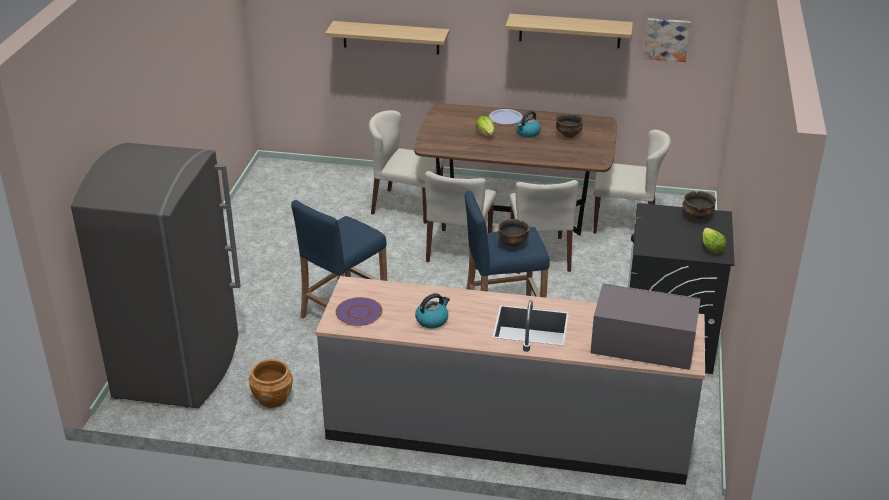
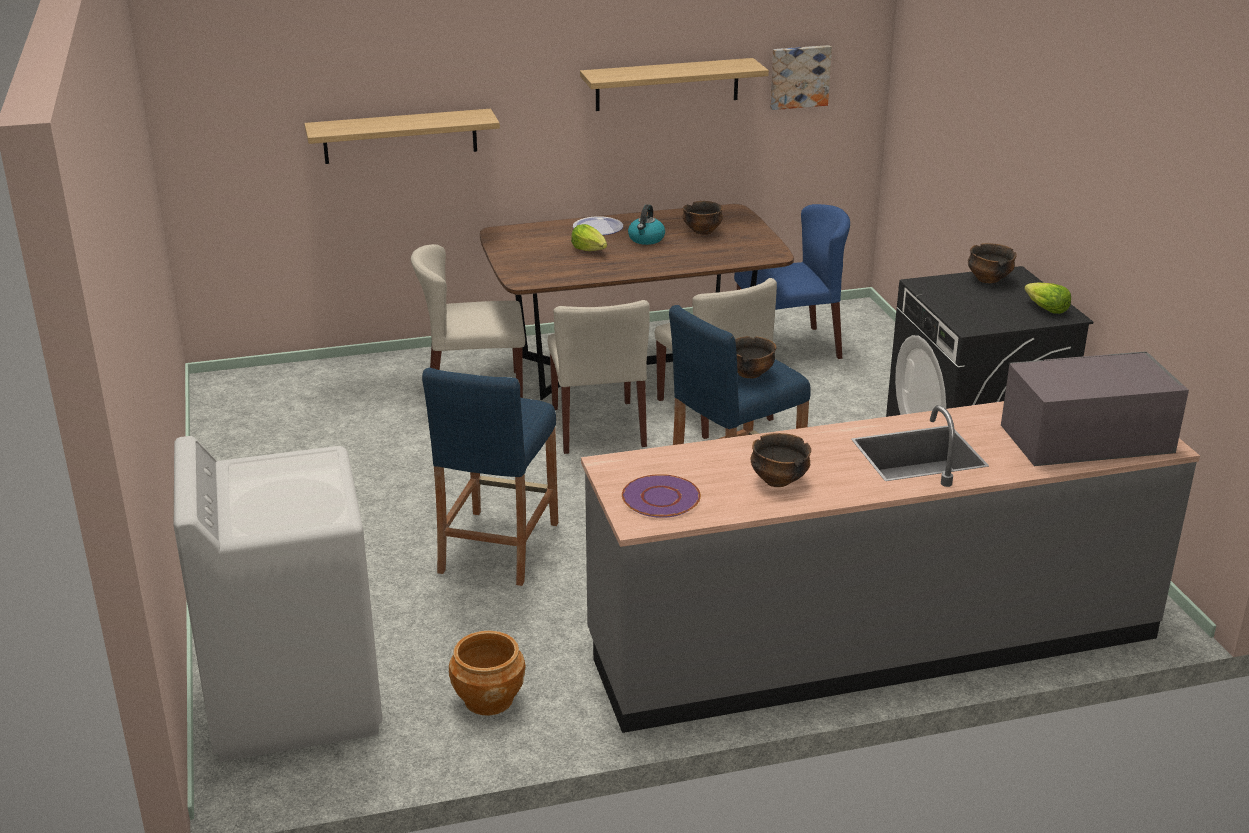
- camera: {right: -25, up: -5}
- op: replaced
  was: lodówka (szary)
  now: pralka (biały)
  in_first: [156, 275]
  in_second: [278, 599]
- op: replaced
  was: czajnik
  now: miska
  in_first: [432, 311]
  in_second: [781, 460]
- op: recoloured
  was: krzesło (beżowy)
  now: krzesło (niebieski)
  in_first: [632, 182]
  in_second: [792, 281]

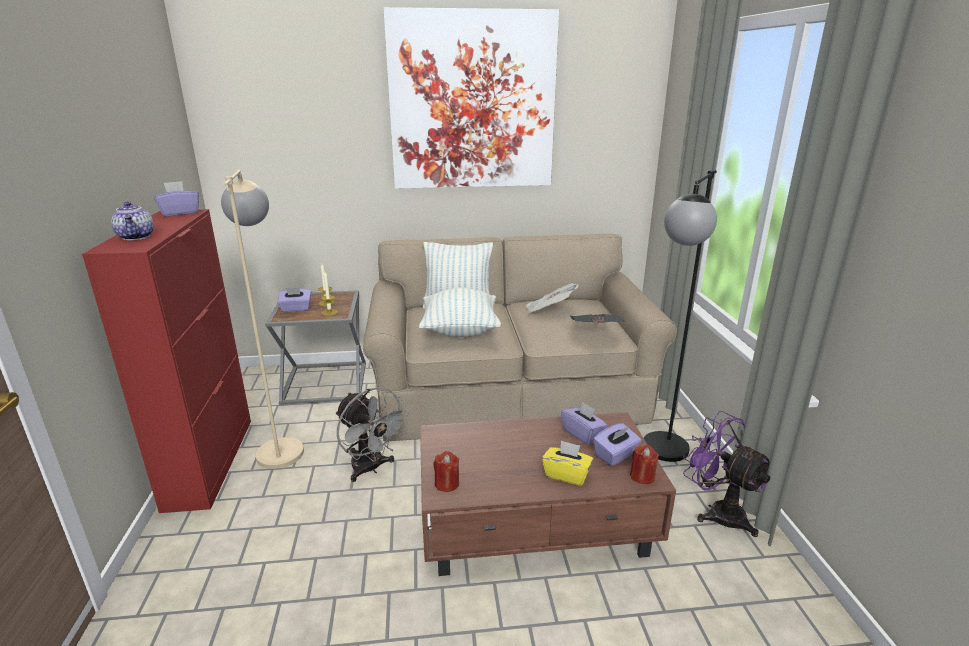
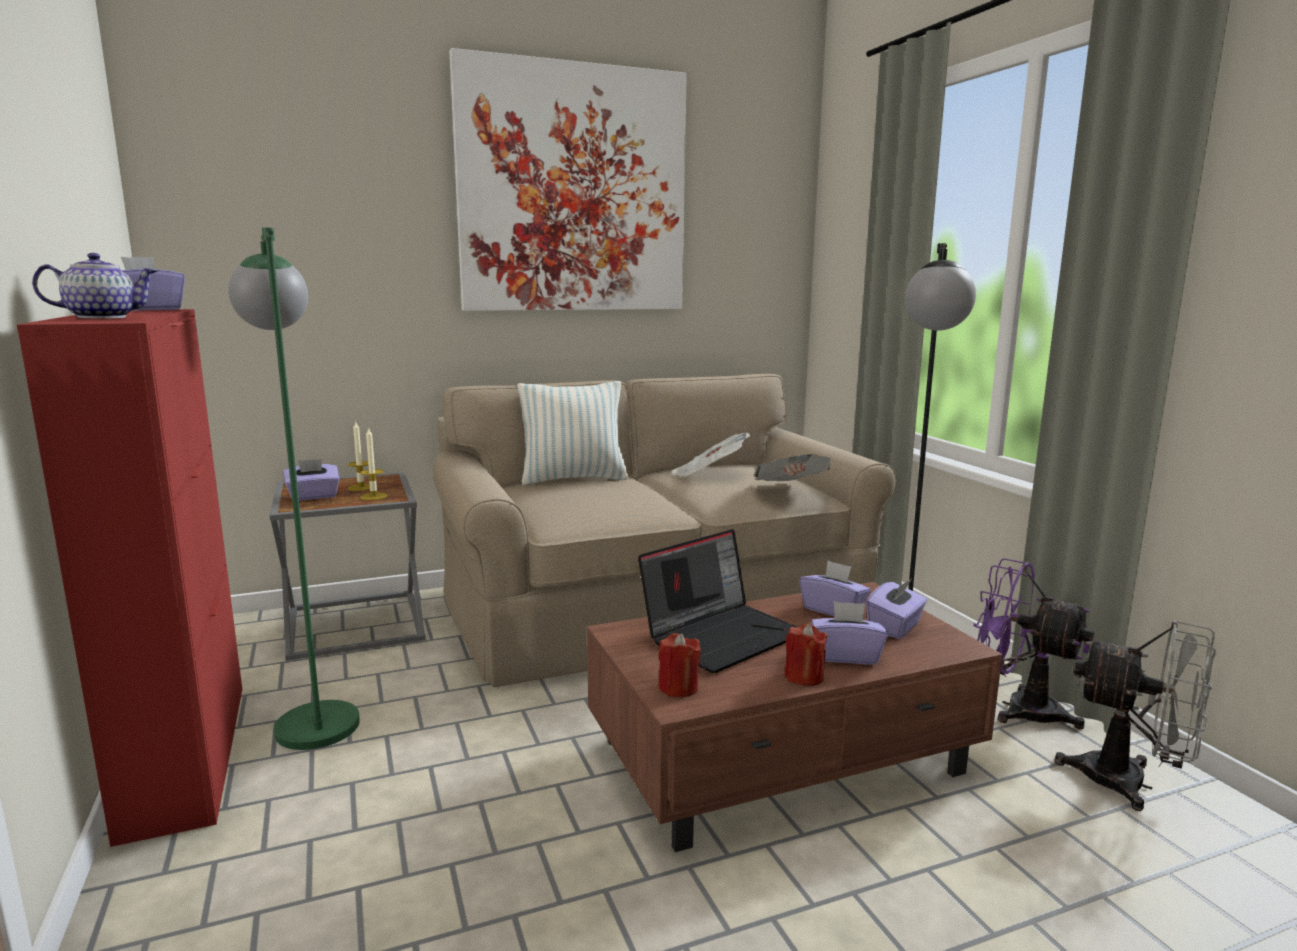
- camera: {right: -15, up: -10}
- op: turned
  was: imbryk
  in_first: [132, 221]
  in_second: [94, 286]
  clockwise: -75
- op: recoloured
  was: lampa stojąca (beżowy)
  now: lampa stojąca (zielony)
  in_first: [262, 319]
  in_second: [294, 488]
- op: moved
  was: wentylator (szary)
  in_first: [372, 434]
  in_second: [1135, 715]
- op: removed
  was: poduszka
  in_first: [460, 312]
- op: recoloured
  was: pudełko chusteczek (żółty)
  now: pudełko chusteczek (fioletowy)
  in_first: [567, 463]
  in_second: [849, 633]
- op: moved
  was: świeca (czerwony)
  in_first: [644, 464]
  in_second: [806, 655]
- op: added
  now: laptop
  in_second: [717, 601]

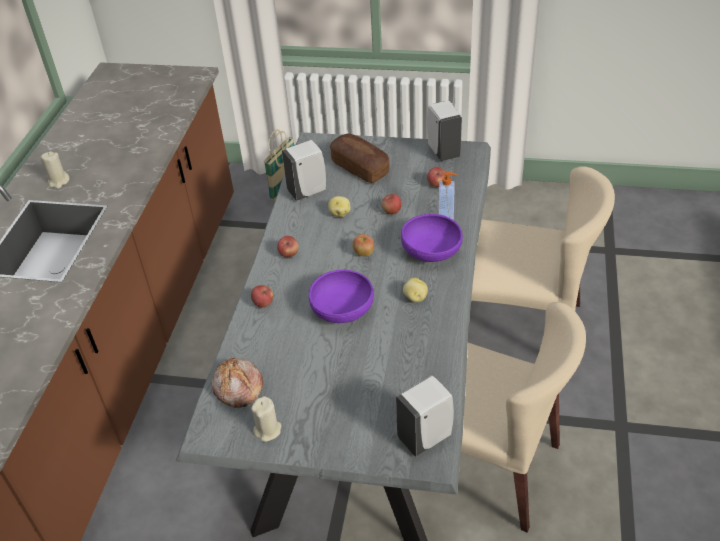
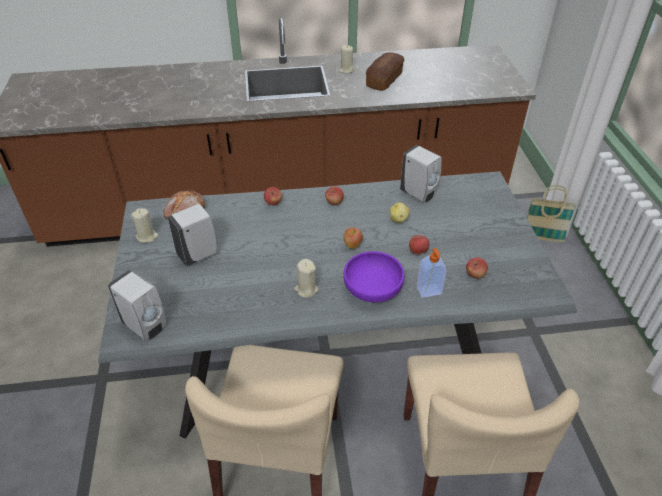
- camera: {right: 70, up: 0}
- op: removed
  was: miska (fioletowy)
  in_first: [341, 296]
- op: moved
  was: chleb
  in_first: [360, 158]
  in_second: [385, 71]
- op: replaced
  was: ziemniak
  now: świeca (beżowy)
  in_first: [415, 290]
  in_second: [306, 278]
- op: moved
  was: dozownik mydła (biały)
  in_first: [444, 131]
  in_second: [192, 234]

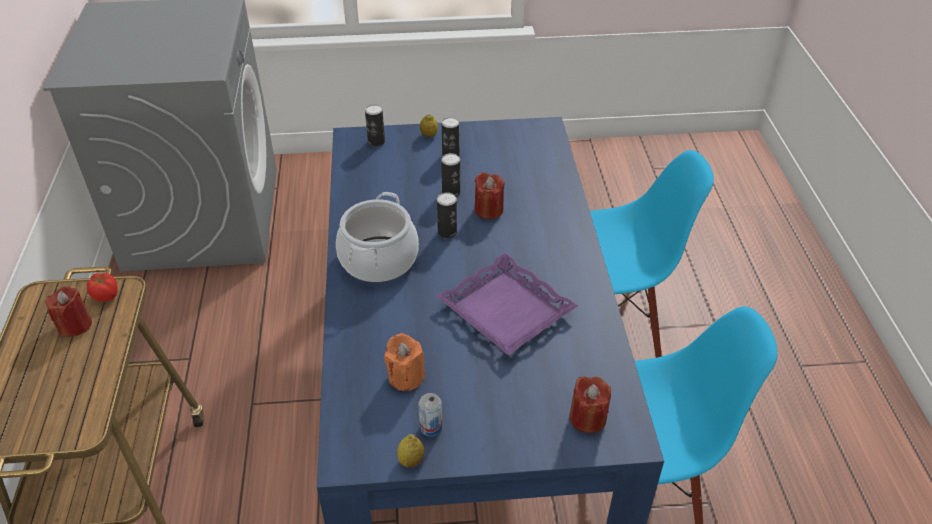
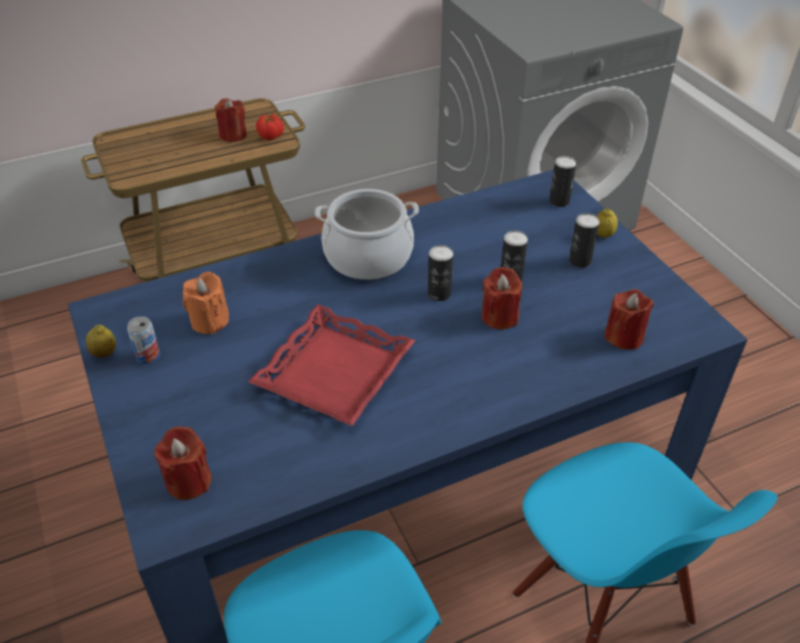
- camera: {right: 70, up: 0}
- op: recoloured
  was: taca (fioletowy)
  now: taca (czerwony)
  in_first: [507, 304]
  in_second: [331, 365]
- op: added
  now: świeca (czerwony)
  in_second: [629, 319]

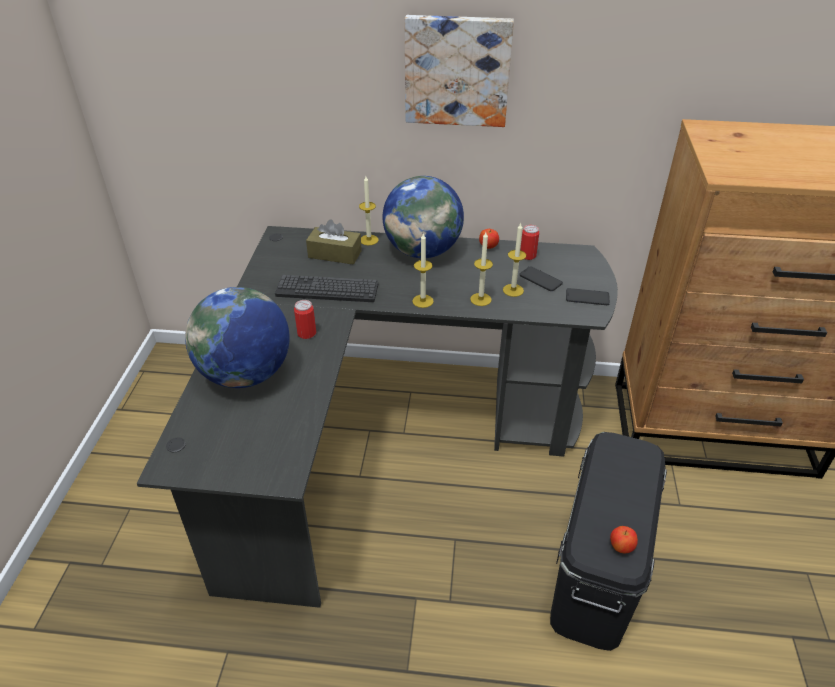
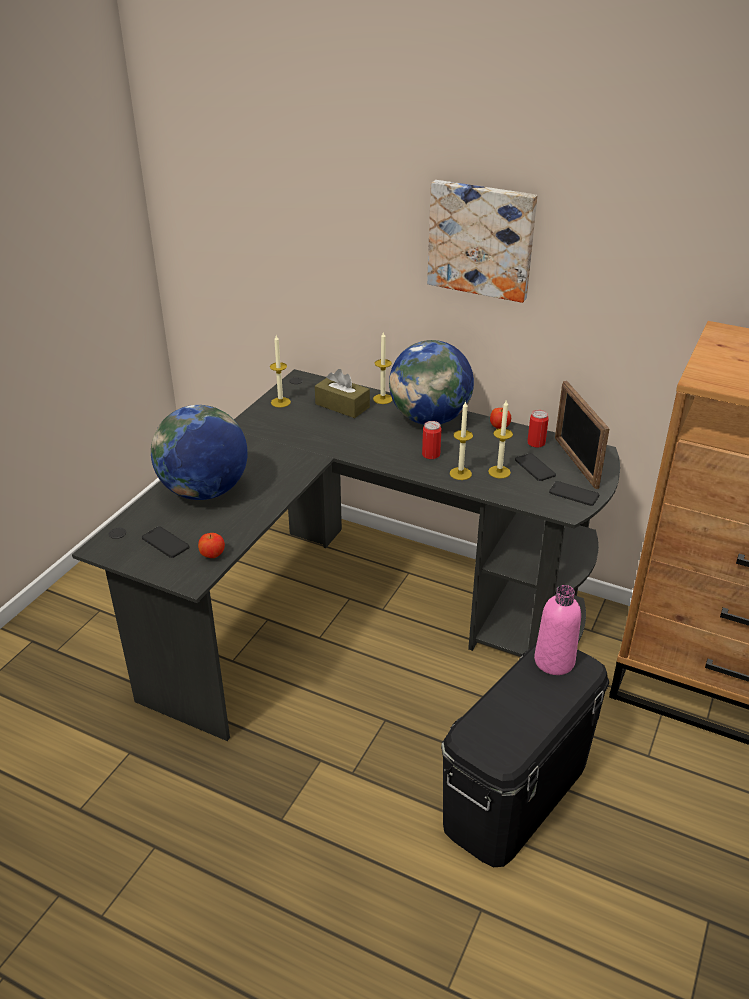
- camera: {right: 20, up: -5}
- op: removed
  was: klawiatura
  in_first: [326, 288]
- op: moved
  was: puszka
  in_first: [305, 319]
  in_second: [432, 440]
- op: moved
  was: świeca
  in_first: [423, 270]
  in_second: [280, 371]
- op: moved
  was: jabłko
  in_first: [624, 539]
  in_second: [211, 545]
- op: added
  now: telefon
  in_second: [166, 542]
- op: added
  now: butelka (różowy)
  in_second: [557, 630]
- op: added
  now: ramka na zdjęcie
  in_second: [582, 435]

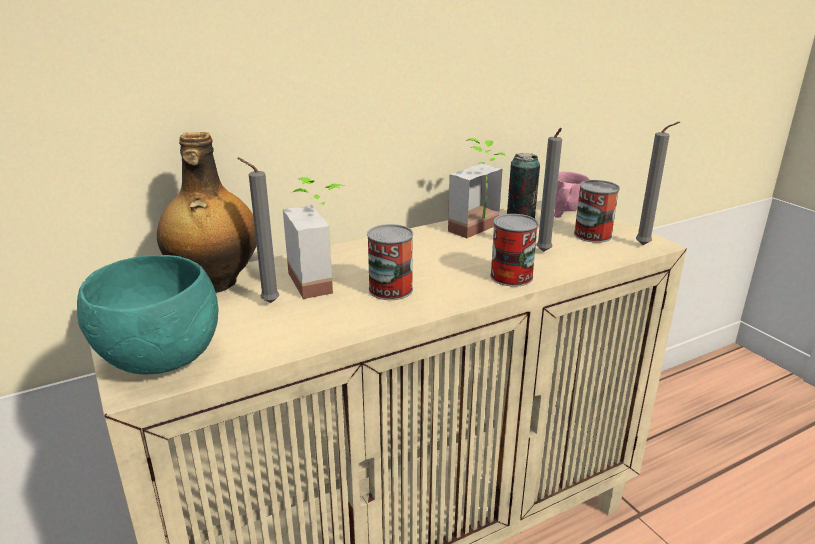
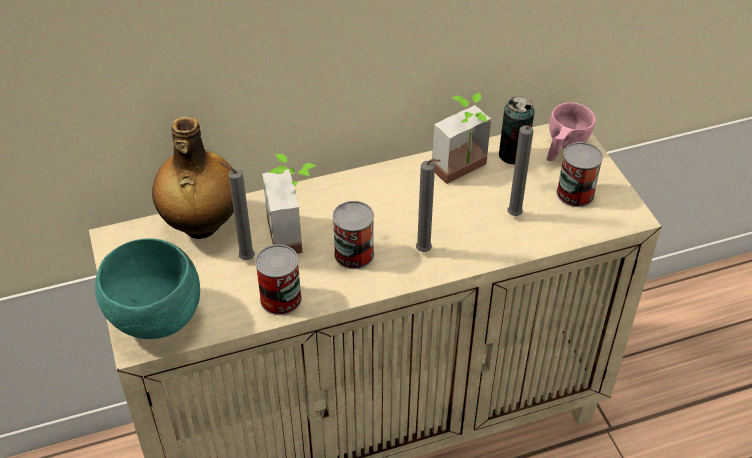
- camera: {right: 10, up: 20}
- op: moved
  was: puszka
  in_first: [514, 250]
  in_second: [278, 280]
- op: moved
  was: świeca (szary)
  in_first: [658, 183]
  in_second: [428, 205]

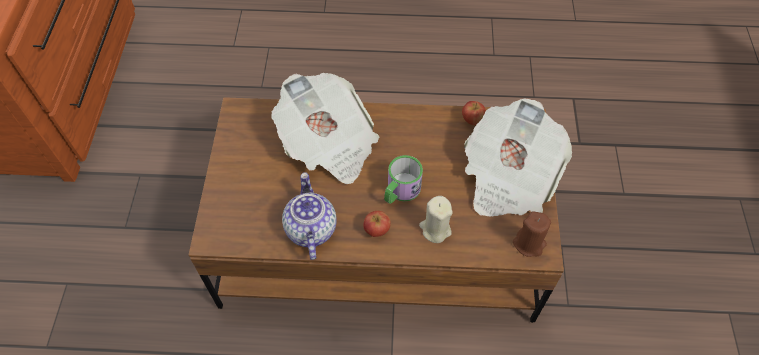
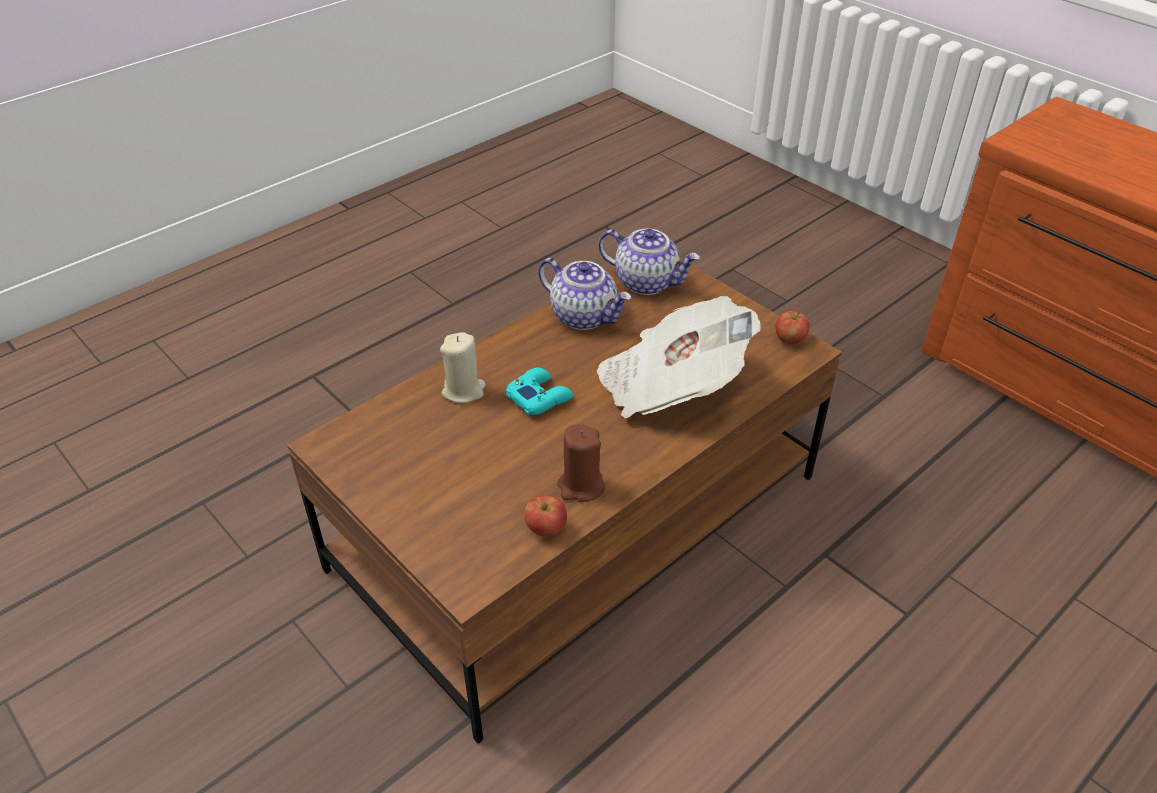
- camera: {right: 135, up: -15}
- op: moved
  was: jabłko
  in_first: [377, 224]
  in_second: [792, 327]
- op: replaced
  was: kubek
  now: pad do gier (turkusowy)
  in_first: [403, 179]
  in_second: [539, 391]
- op: removed
  was: gazeta
  in_first: [518, 157]
- op: moved
  was: świeca (brązowy)
  in_first: [532, 234]
  in_second: [581, 463]
- op: added
  now: imbryk
  in_second: [649, 261]

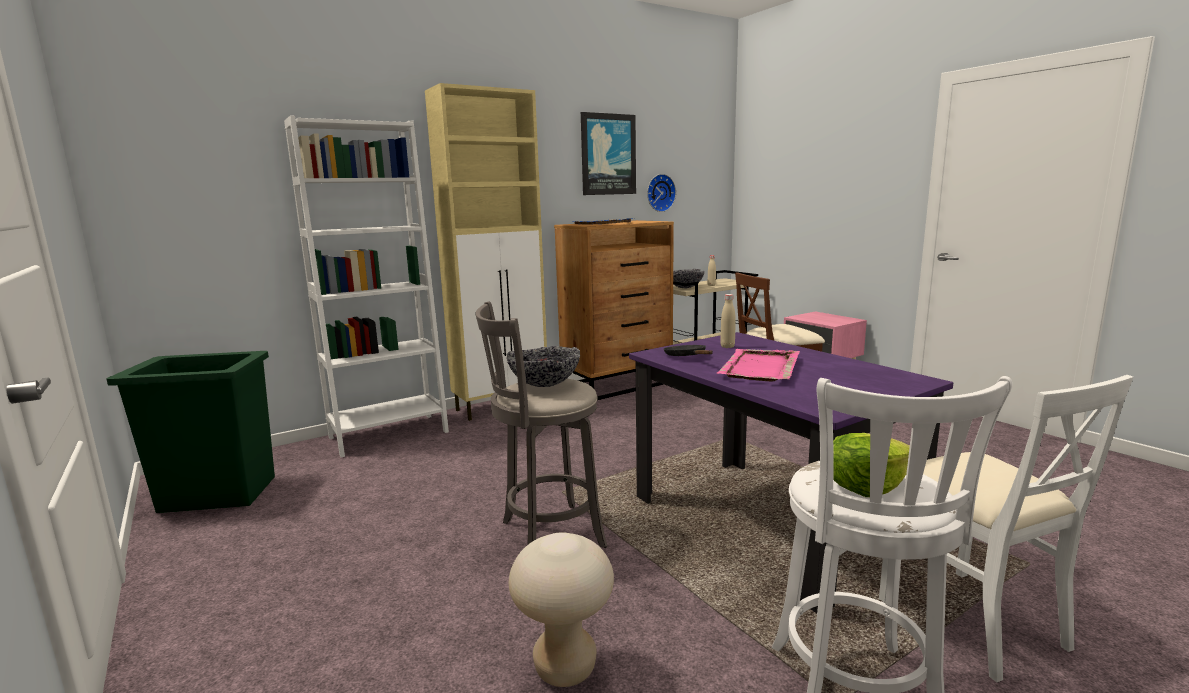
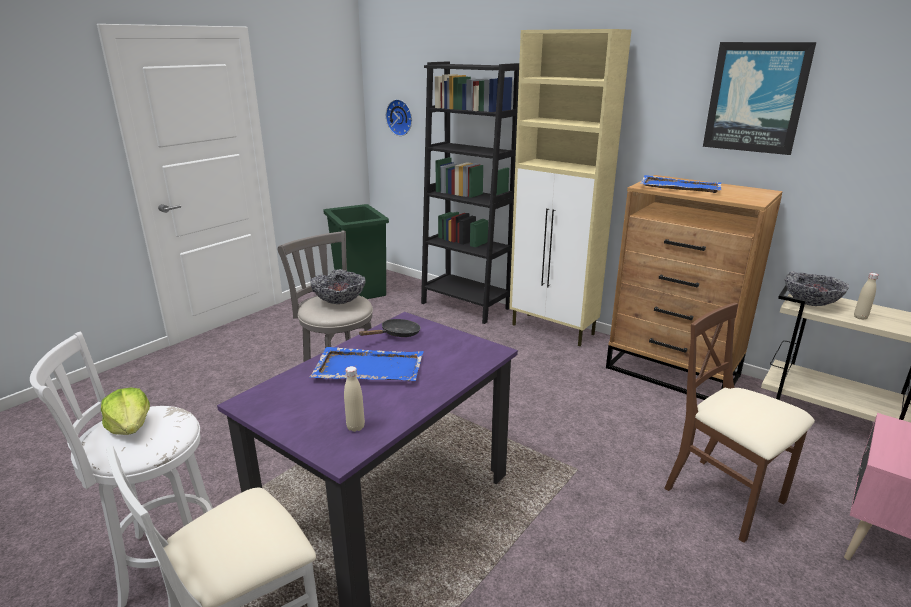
- camera: {right: 70, up: 10}
- op: recoloured
  was: regał (biały)
  now: regał (czarny)
  in_first: [366, 287]
  in_second: [470, 192]
- op: removed
  was: stołek (beżowy)
  in_first: [561, 609]
- op: moved
  was: zegar ścienny
  in_first: [661, 193]
  in_second: [399, 117]
- op: recoloured
  was: taca (różowy)
  now: taca (niebieski)
  in_first: [758, 365]
  in_second: [366, 364]
- op: moved
  was: butelka (beżowy)
  in_first: [728, 321]
  in_second: [354, 399]

